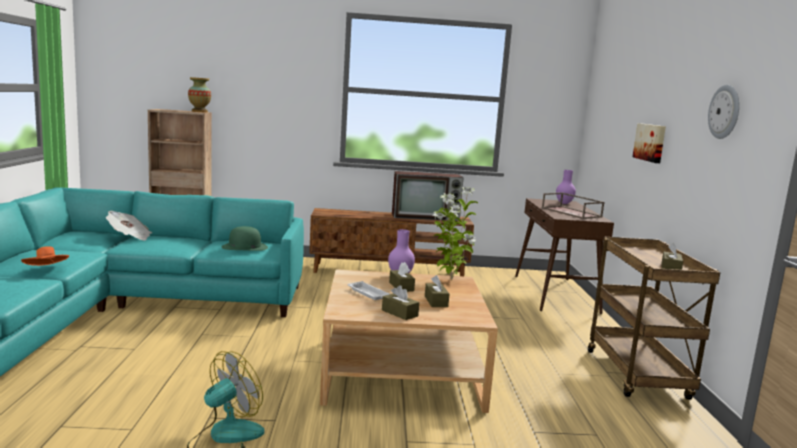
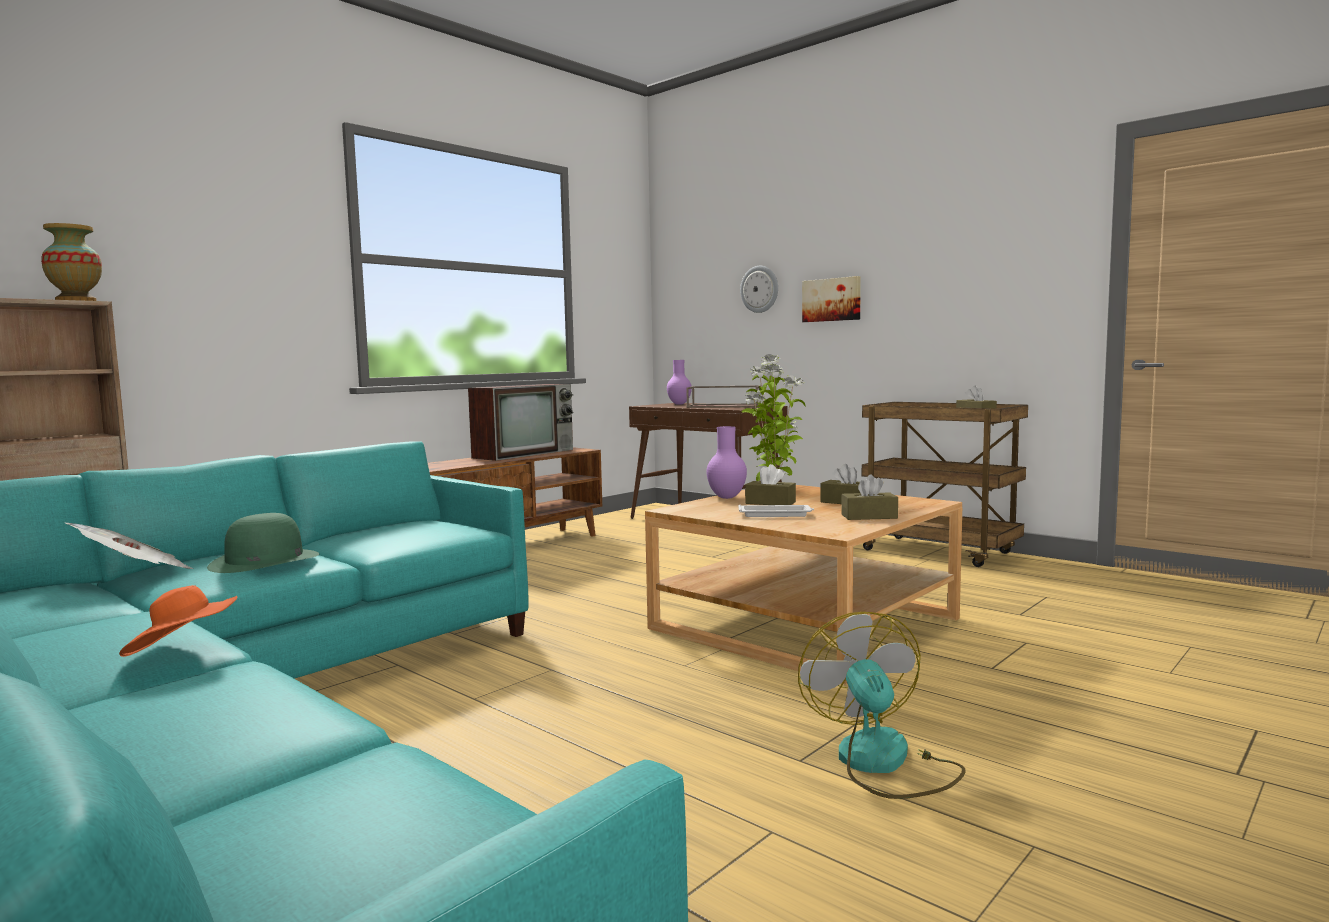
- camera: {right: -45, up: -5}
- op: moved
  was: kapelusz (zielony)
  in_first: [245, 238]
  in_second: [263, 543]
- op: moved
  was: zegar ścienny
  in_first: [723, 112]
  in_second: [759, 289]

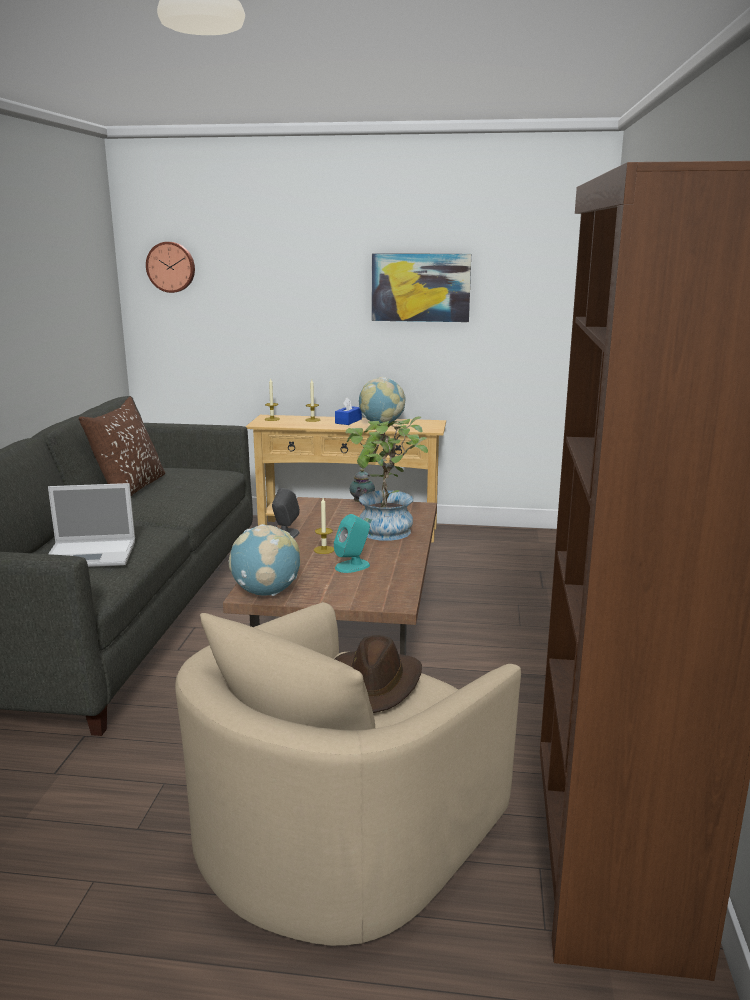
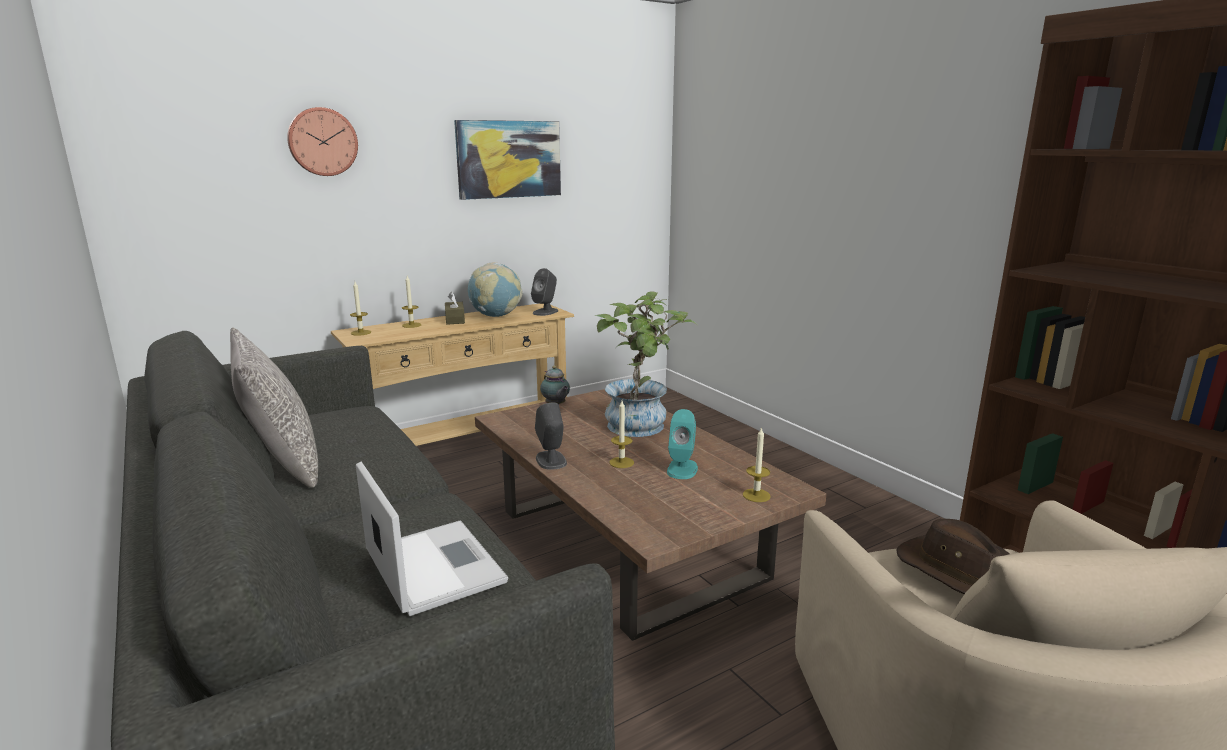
- camera: {right: -40, up: 0}
- op: turned
  was: laptop
  in_first: [91, 525]
  in_second: [432, 539]
  clockwise: -75
- op: recoloured
  was: poduszka (brązowy)
  now: poduszka (szary)
  in_first: [122, 446]
  in_second: [274, 407]
- op: moved
  was: zegar ścienny
  in_first: [170, 267]
  in_second: [322, 141]
- op: removed
  was: globus
  in_first: [264, 560]
- op: recoloured
  was: pudełko chusteczek (niebieski)
  now: pudełko chusteczek (brązowy)
  in_first: [348, 411]
  in_second: [455, 308]
- op: added
  now: głośnik (szary)
  in_second: [544, 292]
- op: added
  now: świeca
  in_second: [757, 464]

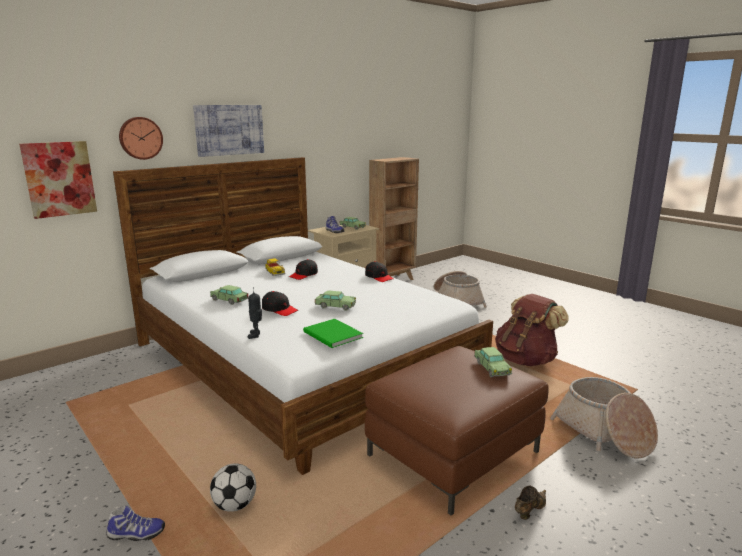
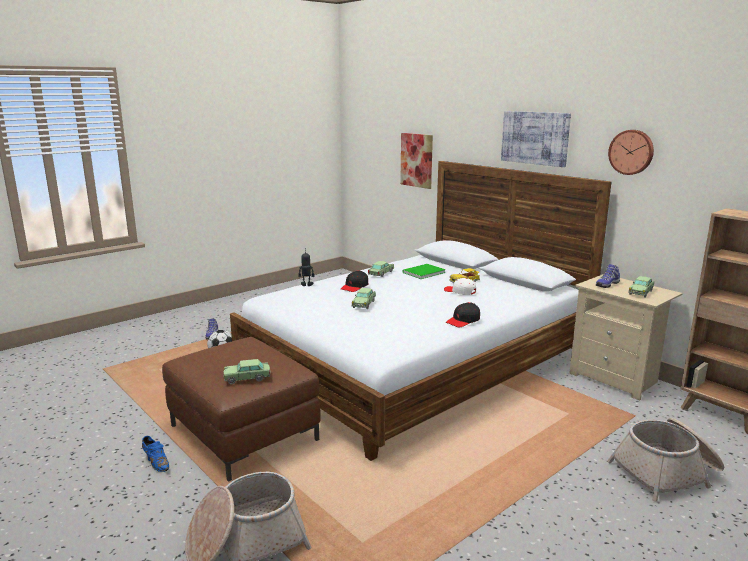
- camera: {right: 90, up: 0}
- op: moved
  was: zegar ścienny
  in_first: [141, 138]
  in_second: [631, 152]
- op: recoloured
  was: czapka z daszkiem (czarny)
  now: czapka z daszkiem (biały)
  in_first: [303, 269]
  in_second: [460, 286]
- op: moved
  was: książka (zielony)
  in_first: [333, 333]
  in_second: [424, 271]
- op: removed
  was: plecak (brązowy)
  in_first: [532, 330]
- op: recoloured
  was: but (brązowy)
  now: but (niebieski)
  in_first: [530, 503]
  in_second: [155, 454]

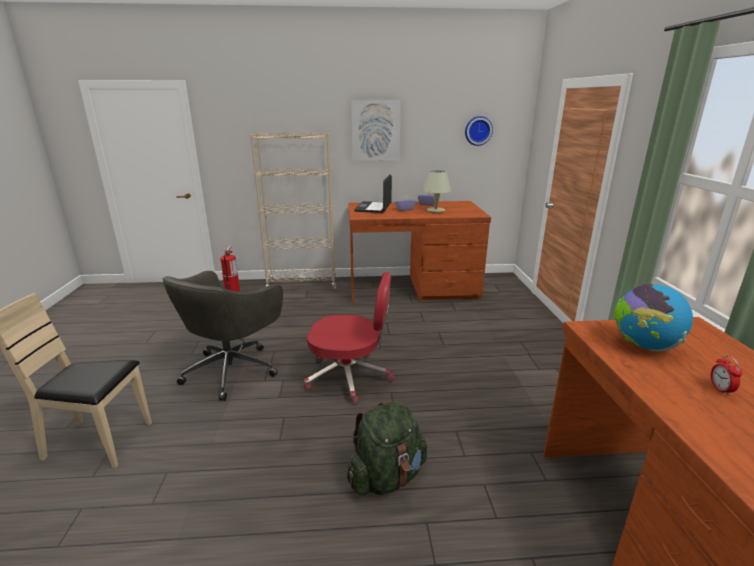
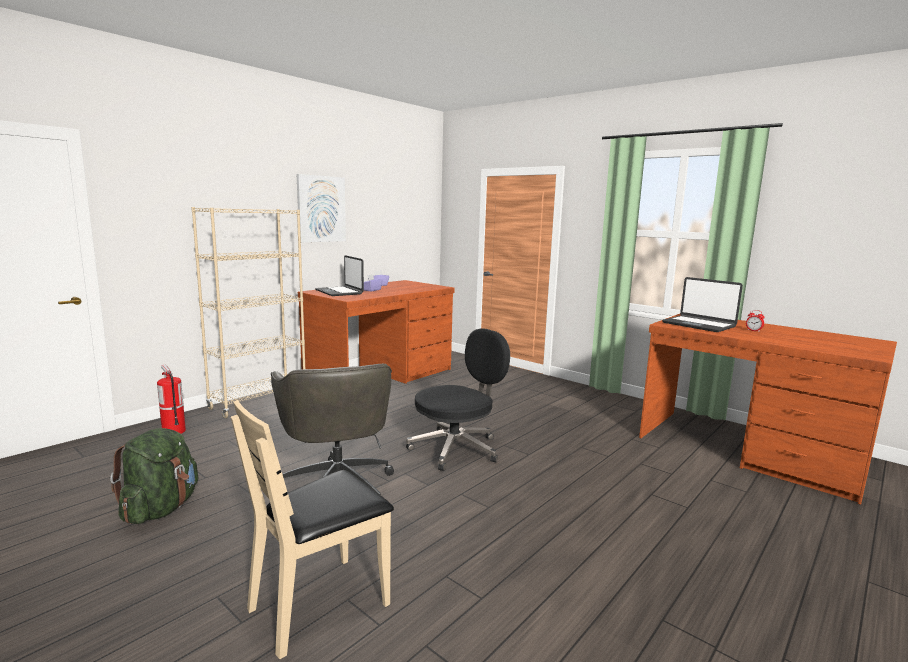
- camera: {right: -45, up: -10}
- op: recoloured
  was: krzesło biurowe (czerwony)
  now: krzesło biurowe (czarny)
  in_first: [349, 338]
  in_second: [458, 400]
- op: moved
  was: plecak (zielony)
  in_first: [387, 448]
  in_second: [154, 476]
- op: removed
  was: lampa stołowa (beżowy)
  in_first: [437, 191]
- op: removed
  was: zegar ścienny
  in_first: [479, 131]
- op: replaced
  was: globus
  now: laptop
  in_first: [654, 317]
  in_second: [702, 304]

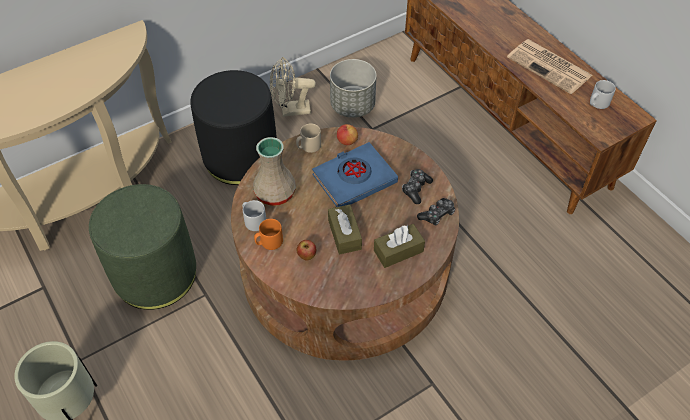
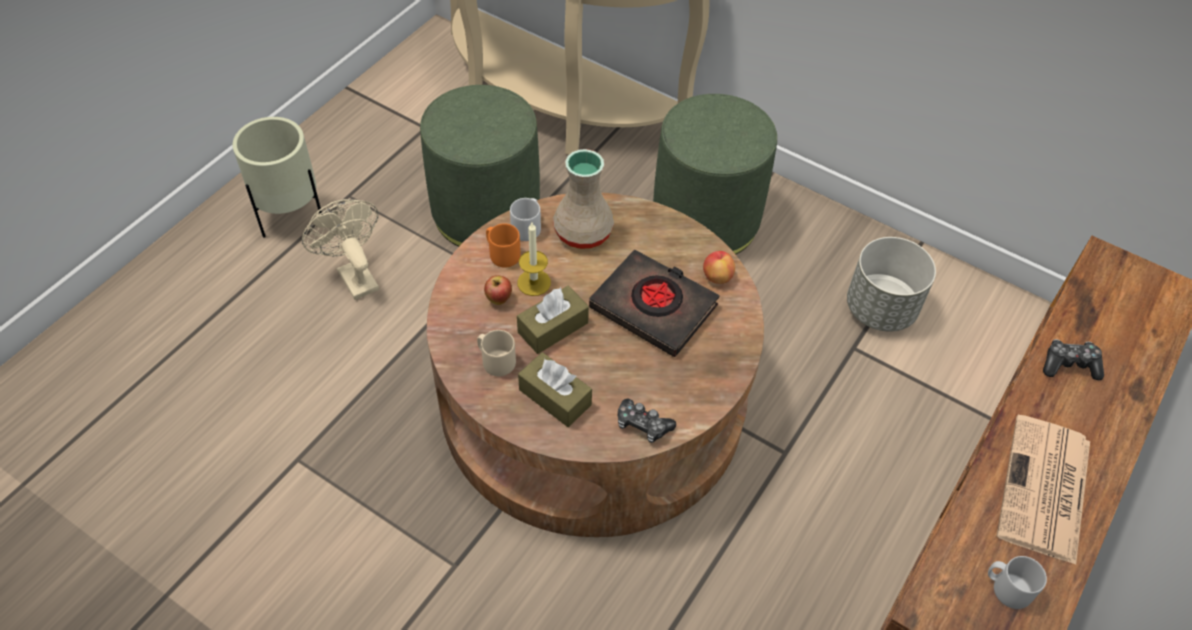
- camera: {right: 65, up: 0}
- op: recoloured
  was: pufa (czarny)
  now: pufa (zielony)
  in_first: [233, 127]
  in_second: [715, 174]
- op: moved
  was: wentylator (beżowy)
  in_first: [293, 87]
  in_second: [340, 249]
- op: moved
  was: kubek (beżowy)
  in_first: [308, 138]
  in_second: [496, 353]
- op: recoloured
  was: książka (niebieski)
  now: książka (czarny)
  in_first: [355, 174]
  in_second: [654, 303]
- op: moved
  was: pad do gier
  in_first: [417, 186]
  in_second: [1073, 359]
- op: added
  now: świeca
  in_second: [534, 259]

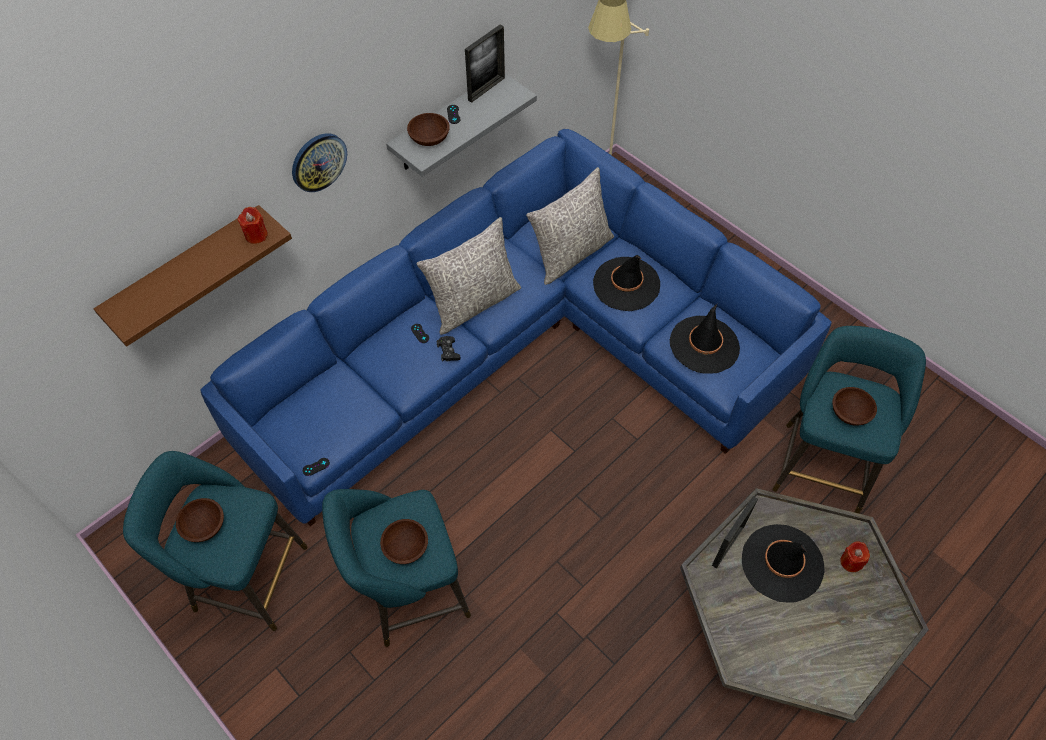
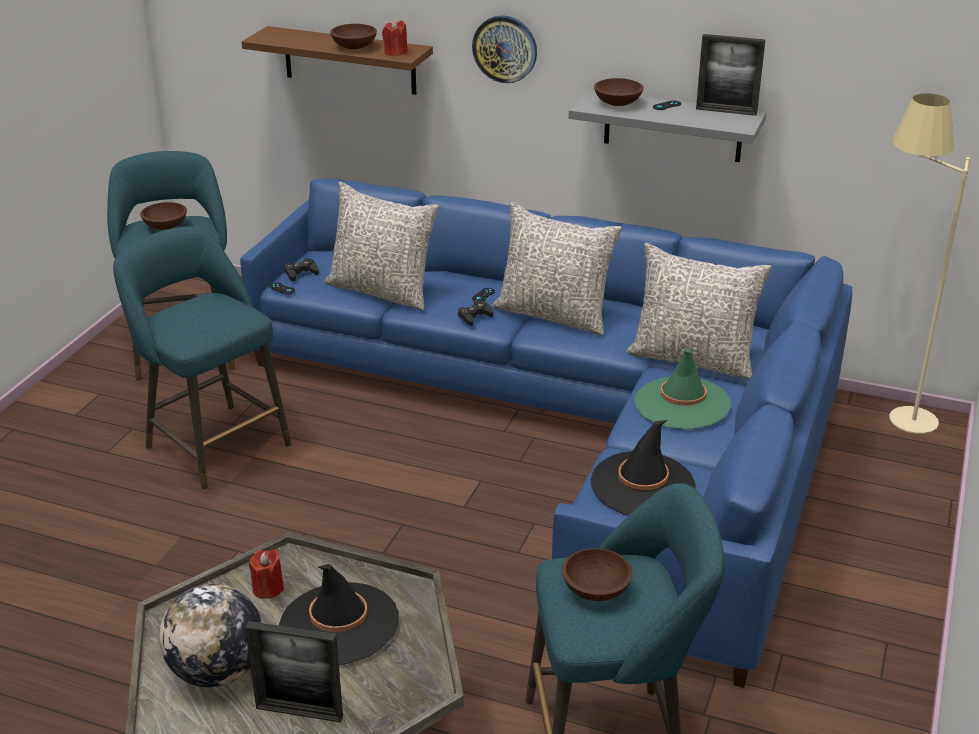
- camera: {right: 65, up: -25}
- op: moved
  was: miska (brązowy)
  in_first: [404, 541]
  in_second: [353, 36]
- op: recoloured
  was: kapelusz (czarny)
  now: kapelusz (zielony)
  in_first: [626, 283]
  in_second: [682, 389]
- op: moved
  was: ramka na zdjęcie
  in_first: [735, 532]
  in_second: [294, 671]
- op: moved
  was: świeca (czerwony)
  in_first: [855, 556]
  in_second: [266, 574]
- op: added
  now: globus
  in_second: [210, 635]
- op: added
  now: pad do gier (czarny)
  in_second: [301, 269]
- op: added
  now: poduszka (szary)
  in_second: [381, 246]

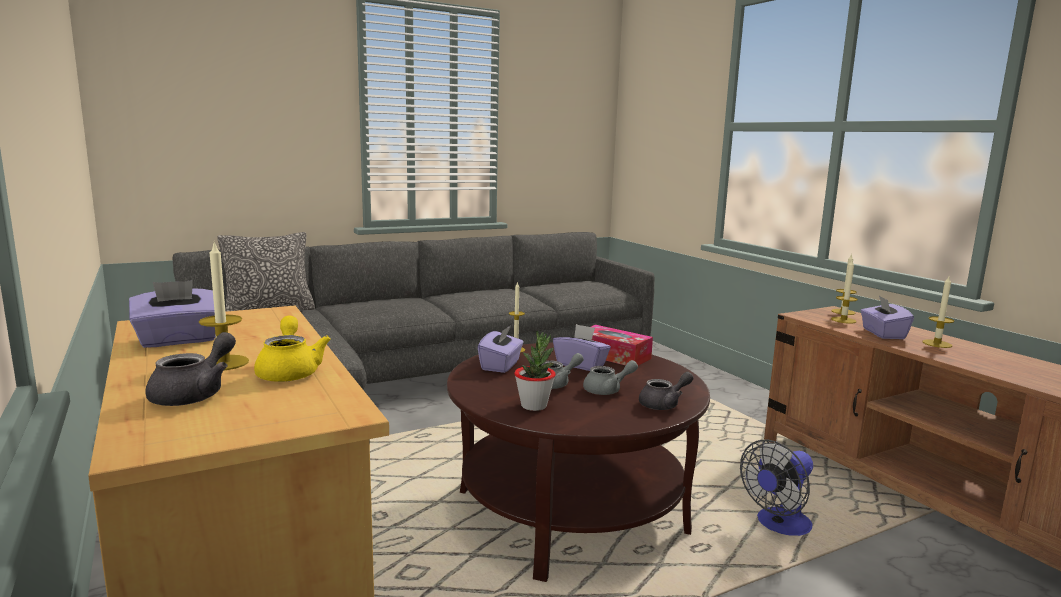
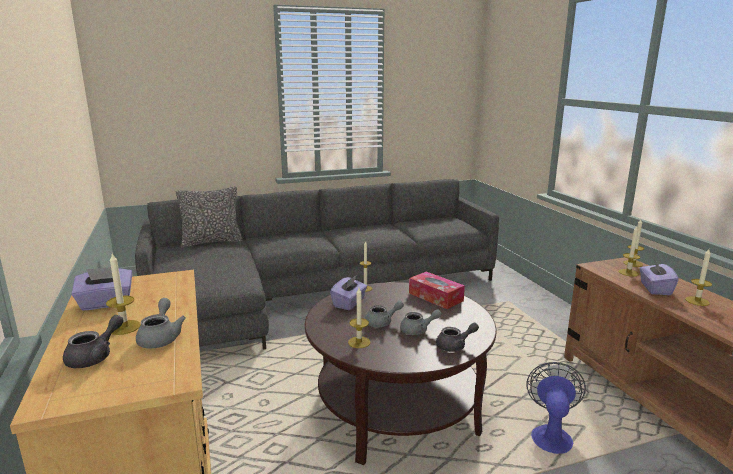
- camera: {right: 10, up: 5}
- op: recoloured
  was: imbryk (żółty)
  now: imbryk (szary)
  in_first: [292, 349]
  in_second: [161, 323]
- op: replaced
  was: roślina doniczkowa
  now: świeca
  in_first: [535, 370]
  in_second: [359, 318]
- op: removed
  was: pudełko chusteczek (fioletowy)
  in_first: [582, 347]
- op: turned
  was: wentylator
  in_first: [776, 488]
  in_second: [556, 408]
  clockwise: 135

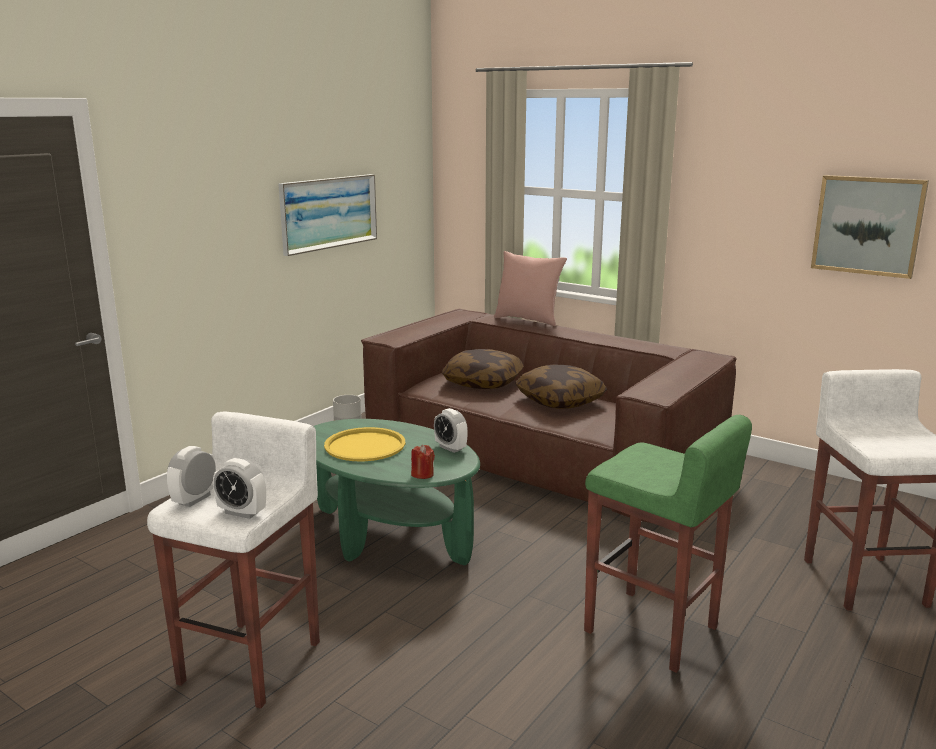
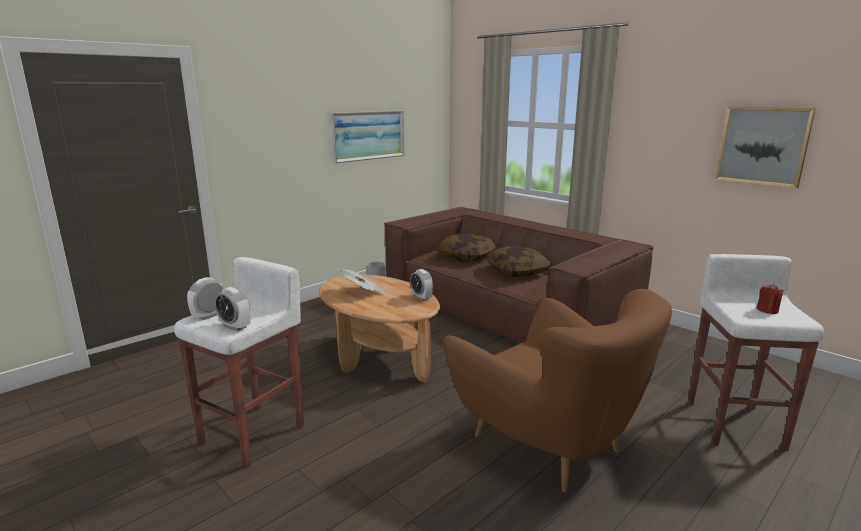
- camera: {right: 10, up: 0}
- op: recoloured
  was: ława (zielony)
  now: ława (brązowy)
  in_first: [397, 492]
  in_second: [379, 329]
- op: replaced
  was: taca (żółty)
  now: gazeta
  in_first: [364, 444]
  in_second: [361, 281]
- op: moved
  was: świeca (czerwony)
  in_first: [423, 462]
  in_second: [770, 299]
- op: removed
  was: poduszka (różowy)
  in_first: [530, 288]
- op: replaced
  was: stołek (zielony)
  now: fotel (brązowy)
  in_first: [668, 544]
  in_second: [558, 390]

